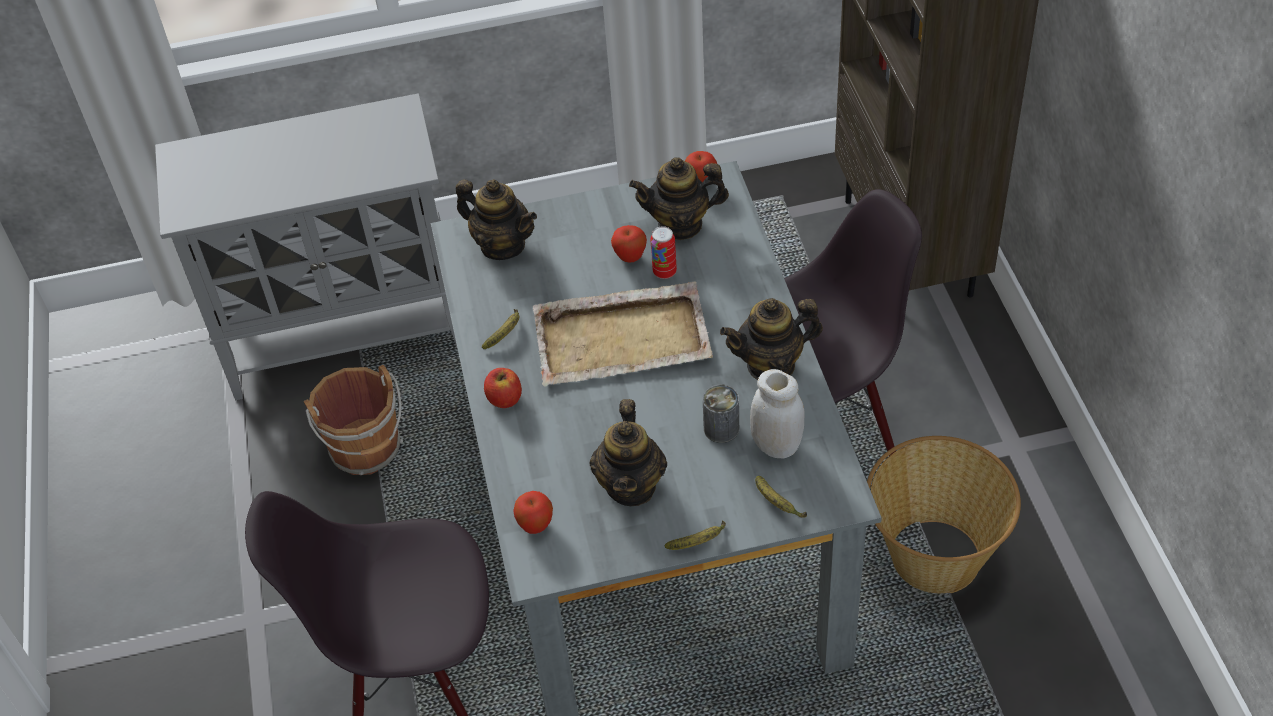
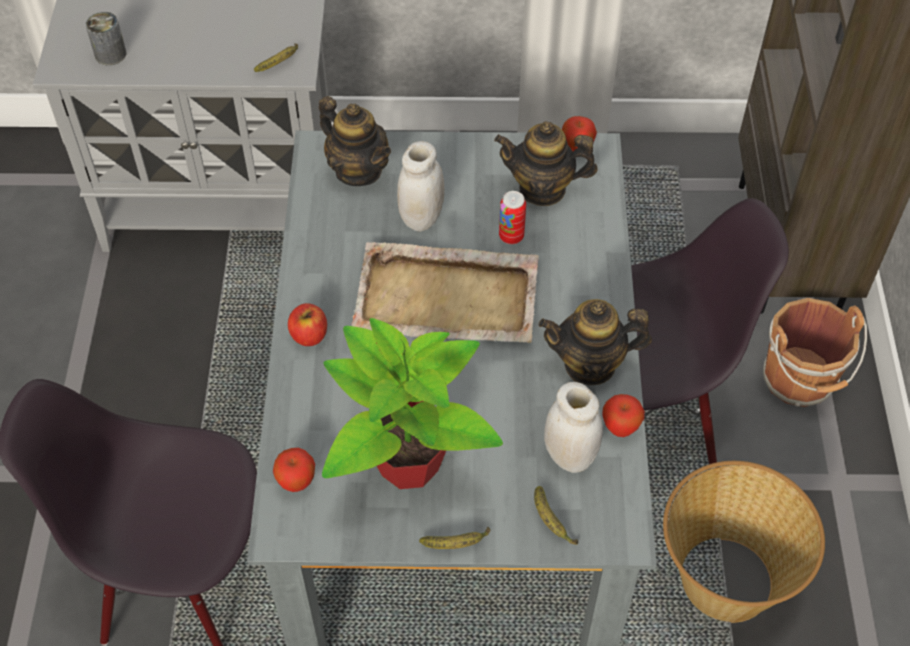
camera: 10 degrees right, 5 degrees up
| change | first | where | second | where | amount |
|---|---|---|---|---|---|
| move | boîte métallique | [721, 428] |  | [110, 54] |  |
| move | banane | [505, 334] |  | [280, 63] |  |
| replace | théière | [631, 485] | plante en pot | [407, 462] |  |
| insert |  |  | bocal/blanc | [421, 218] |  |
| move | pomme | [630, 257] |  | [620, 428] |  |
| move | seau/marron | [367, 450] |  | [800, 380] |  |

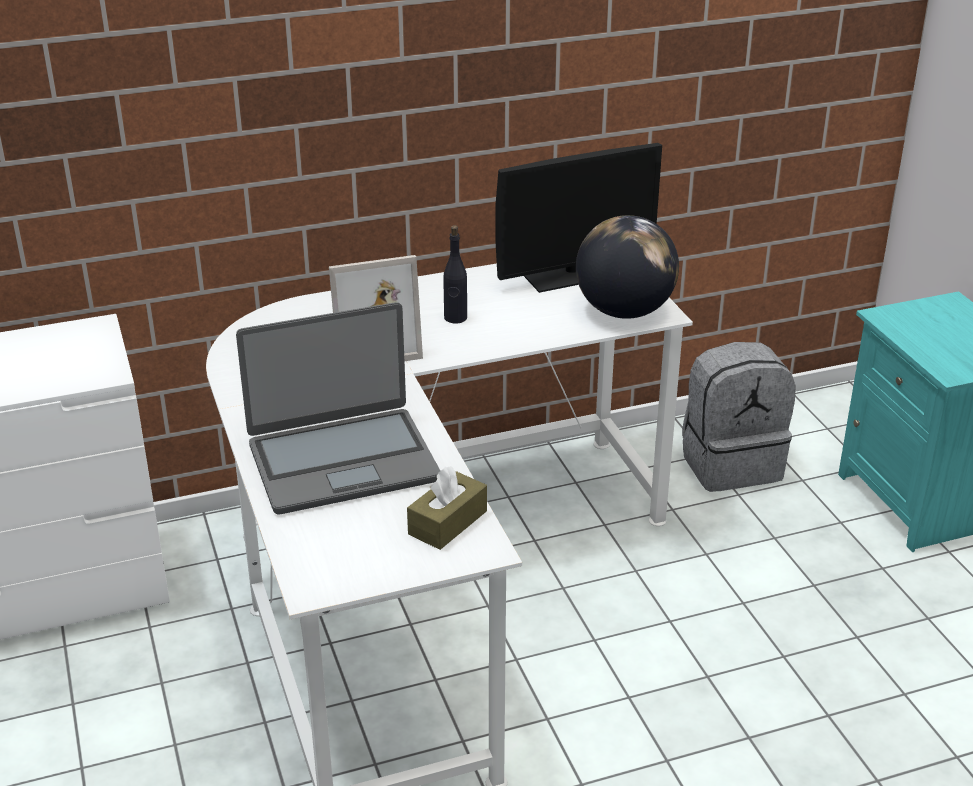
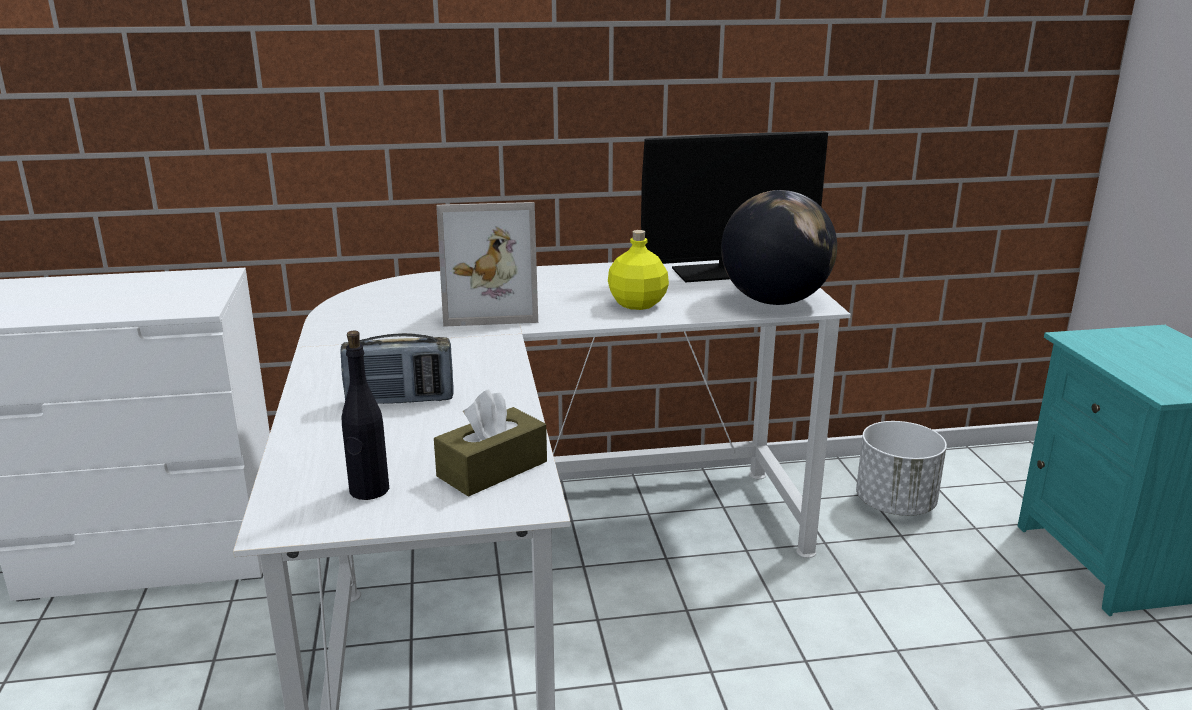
camera: 10 degrees right, 10 degrees down
| change | first | where | second | where | amount |
|---|---|---|---|---|---|
| replace | ordinateur portable | [342, 461] | radio | [400, 400] |  |
| move | bouteille/noir | [455, 318] |  | [369, 490] |  |
| insert |  |  | bouteille/jaune | [637, 303] |  |
| replace | sac à dos/gris | [730, 463] | cache-pot/blanc | [895, 504] |  |

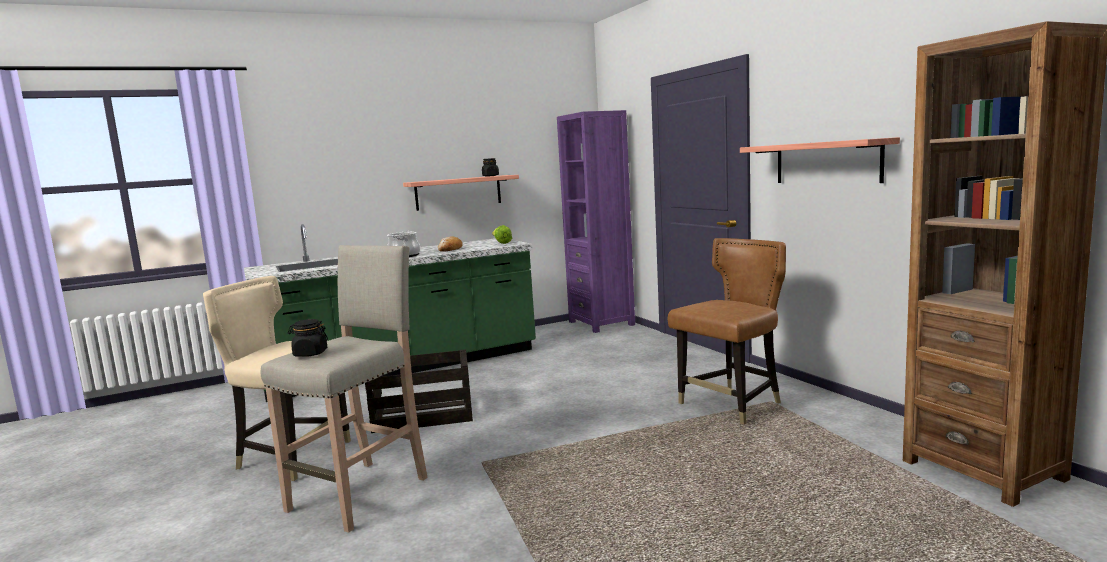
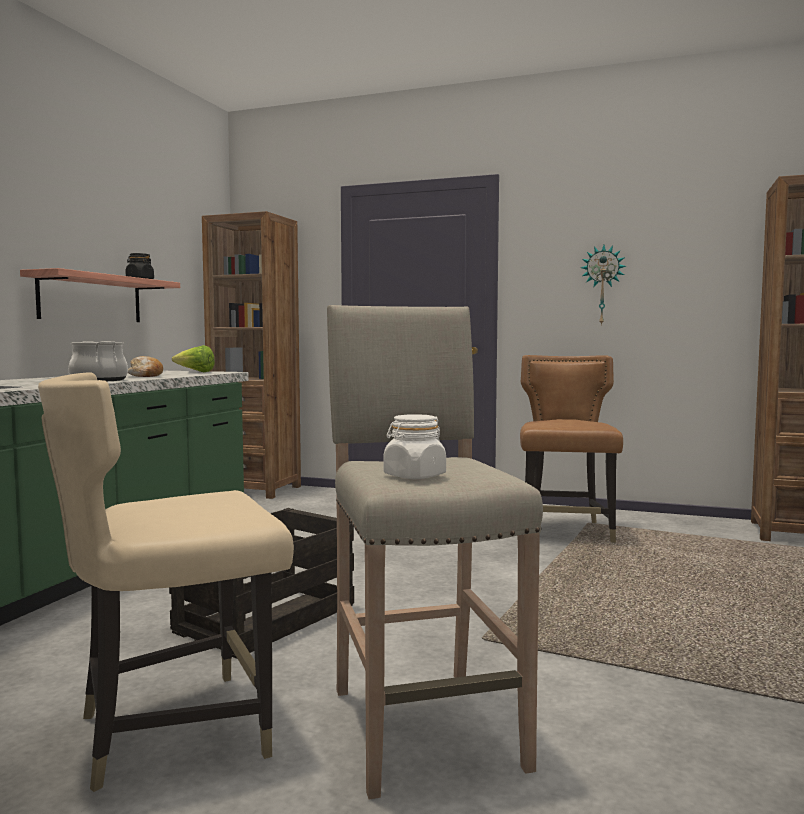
camera: 45 degrees left, 5 degrees down
| change | first | where | second | where | amount |
|---|---|---|---|---|---|
| recolor | bibliothèque/violet | [601, 323] | bibliothèque/marron | [256, 490] |  |
| recolor | bocal/noir | [310, 354] | bocal/blanc | [414, 476] |  |
| replace | étagère | [827, 162] | horloge murale | [602, 285] |  |

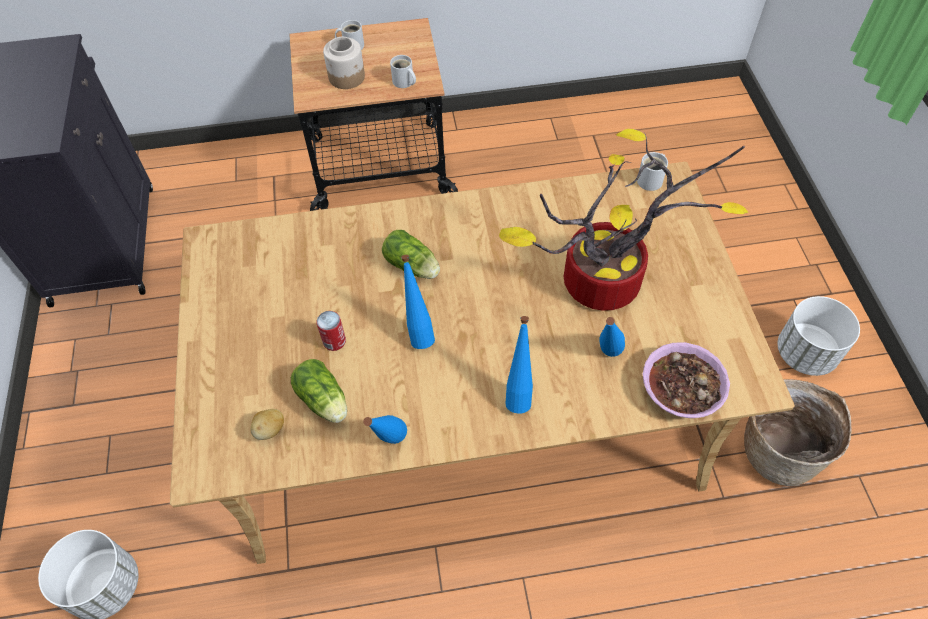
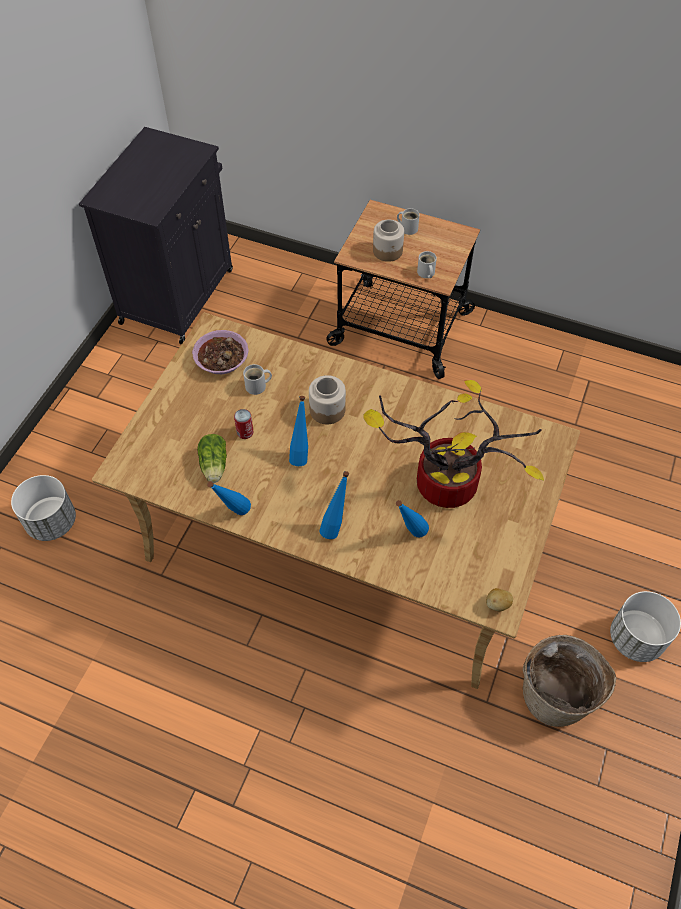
camera: 30 degrees right, 0 degrees up
| change | first | where | second | where | amount |
|---|---|---|---|---|---|
| move | bol | [682, 388] |  | [222, 359] |  |
| move | mug/blanc | [652, 180] |  | [258, 386] |  |
| replace | laitue | [413, 267] | bocal | [327, 409] |  |
| move | pomme de terre | [270, 430] |  | [497, 604] |  |

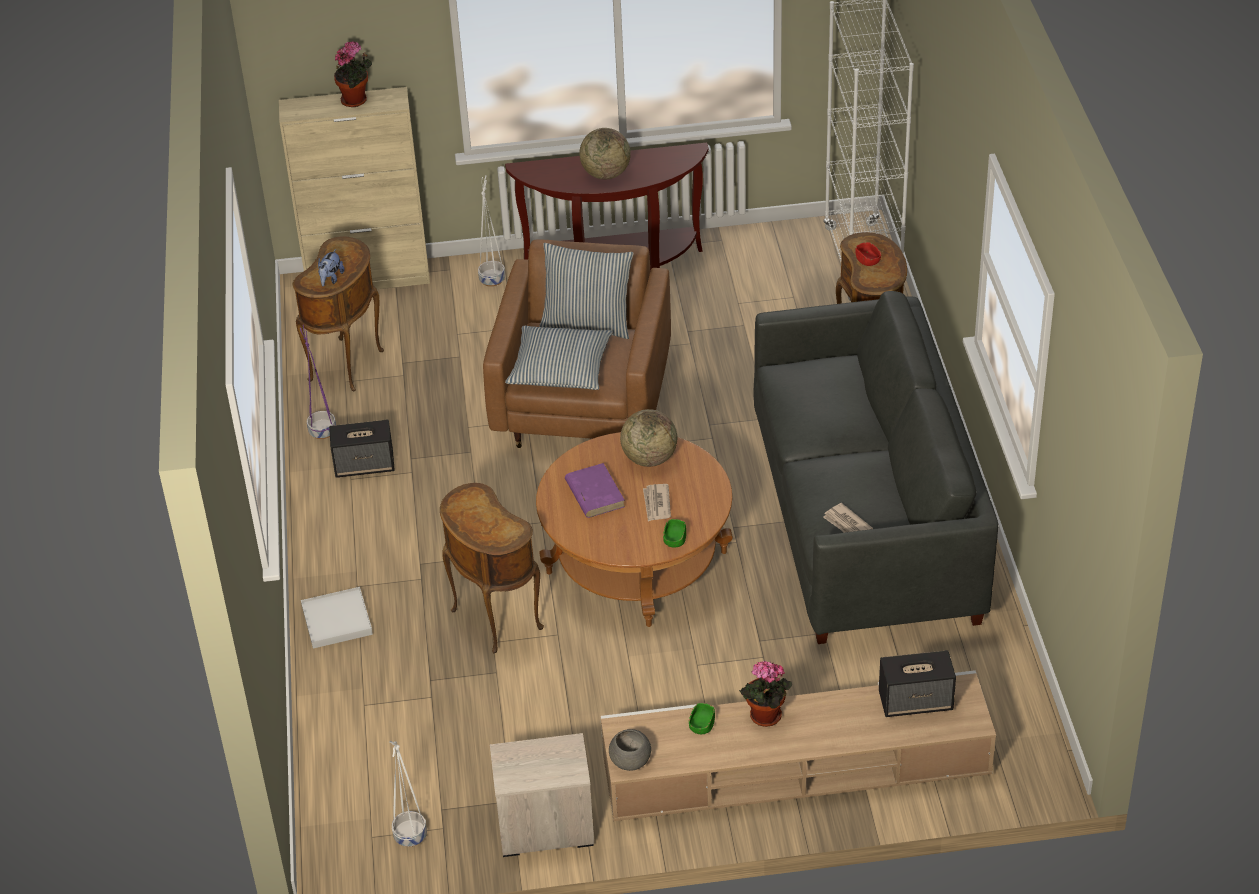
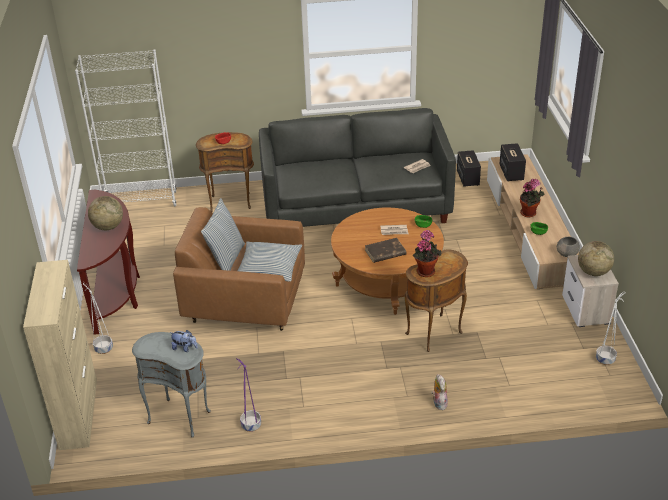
camera: 90 degrees left, 5 degrees down
| change | first | where | second | where | amount |
|---|---|---|---|---|---|
| recolor | table d'appoint/marron | [349, 366] | table d'appoint/gris | [180, 416] |  |
| recolor | livre/violet | [594, 493] | livre/marron | [385, 252] |  |
| move | plante en pot | [356, 100] |  | [425, 271] |  |
| replace | plateau/blanc | [337, 620] | peluche | [438, 403] |  |
| move | enceinte | [365, 465] |  | [467, 178] |  |
| move | globe | [649, 458] |  | [593, 272] |  |

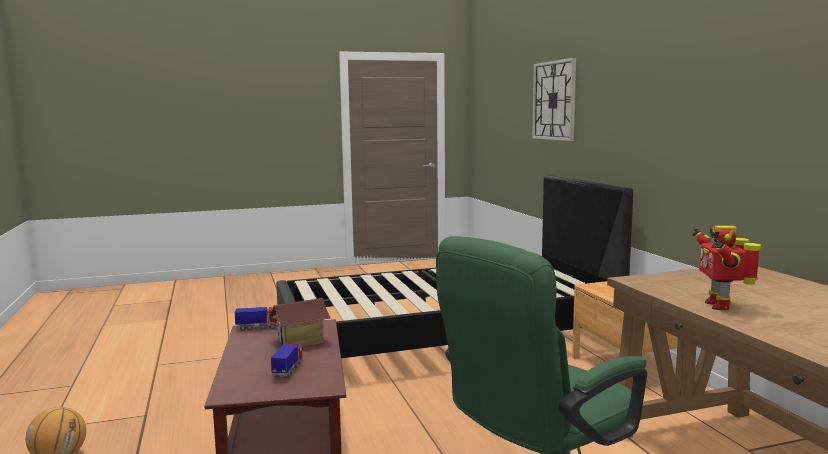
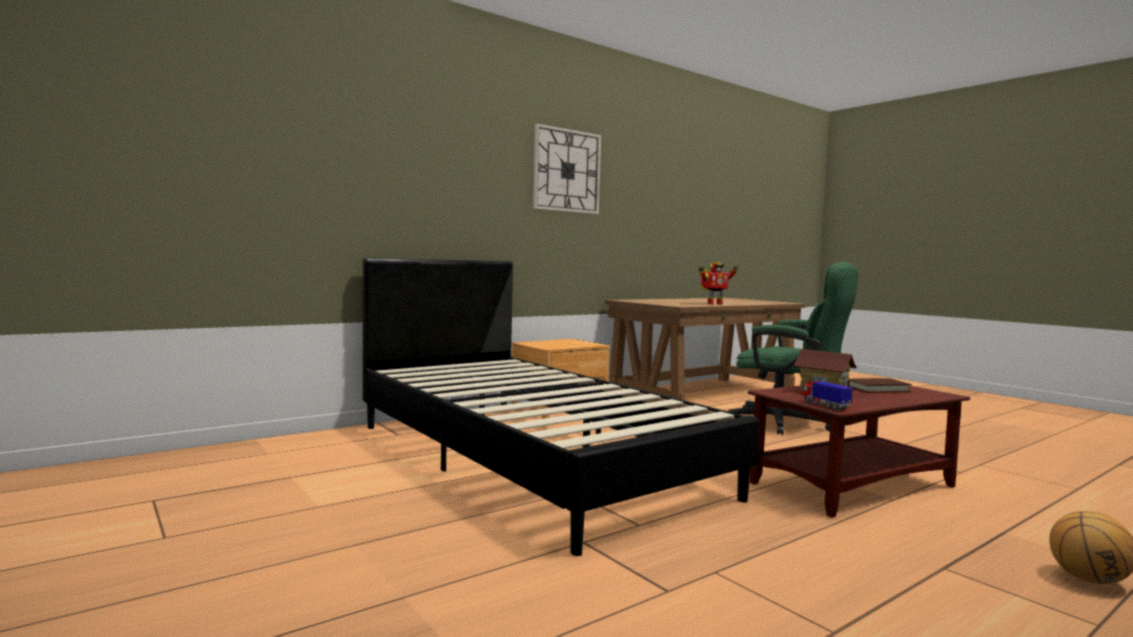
camera: 110 degrees left, 5 degrees down
| change | first | where | second | where | amount |
|---|---|---|---|---|---|
| move | horloge murale | [554, 100] |  | [566, 171] |  |
| replace | camion jouet | [288, 370] | livre/marron | [877, 389] |  |

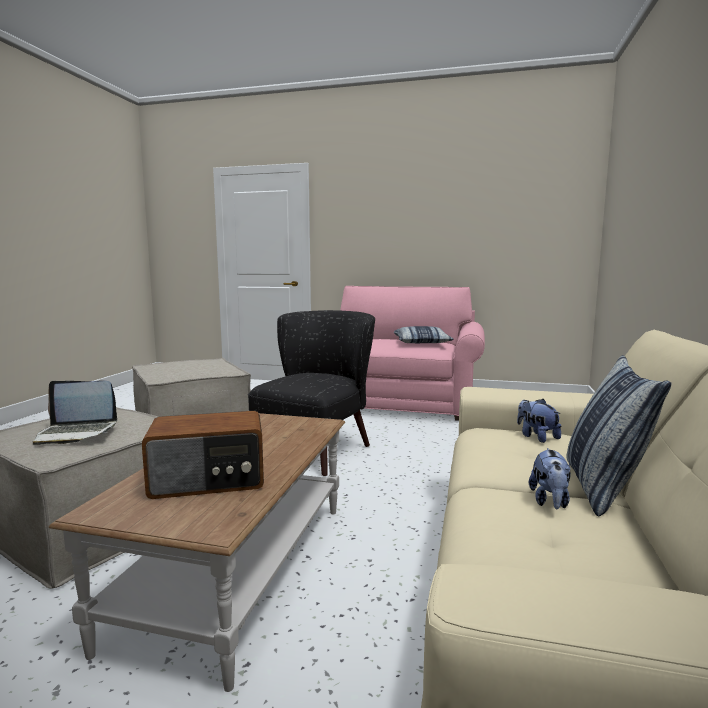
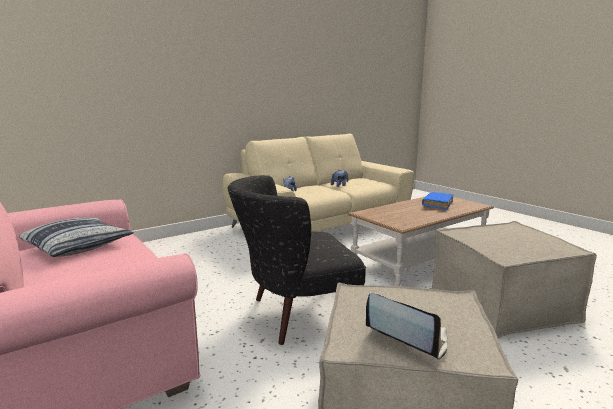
camera: 140 degrees left, 5 degrees up
| change | first | where | second | where | amount |
|---|---|---|---|---|---|
| move | ordinateur portable | [76, 433] |  | [407, 336] |  |
| replace | radio | [209, 480] | livre/bleu | [437, 204] |  |
| delete | coussin | [602, 488] |  |  |  |

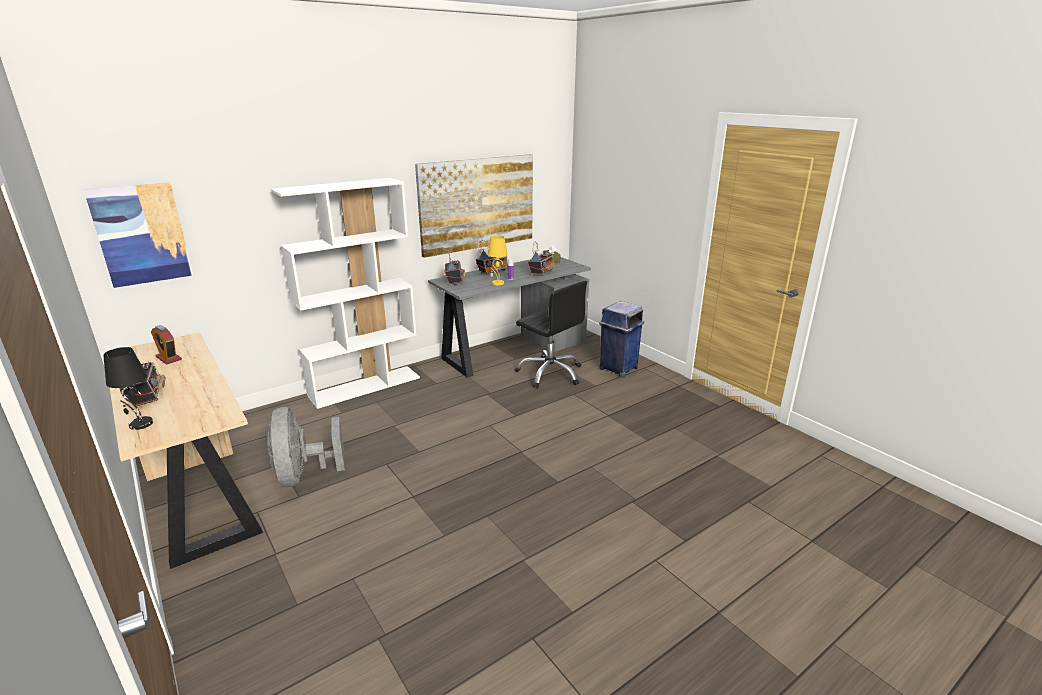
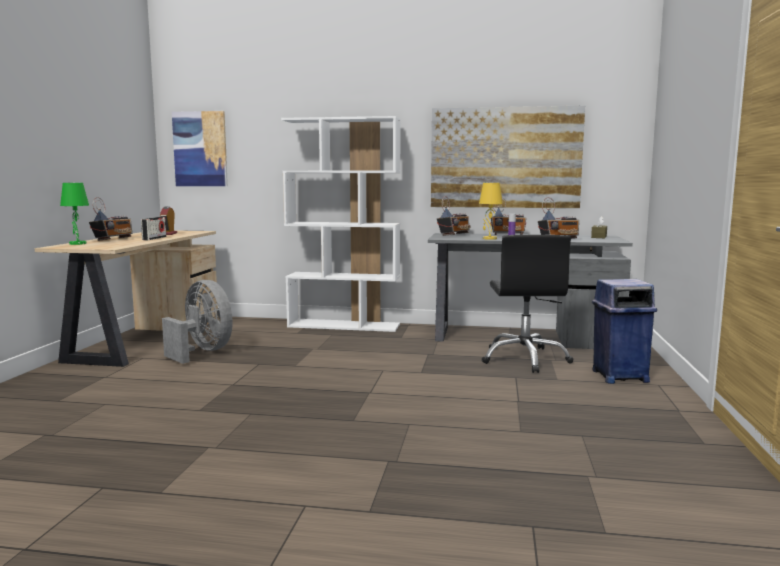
camera: 45 degrees right, 15 degrees down
| change | first | where | second | where | amount |
|---|---|---|---|---|---|
| recolor | lampe de table/noir | [140, 424] | lampe de table/vert | [77, 243] |  |
| insert |  |  | radio | [154, 238] |  |
| rotate | ventilateur/gris | [303, 475] |  | [202, 352] | 105 degrees clockwise |

